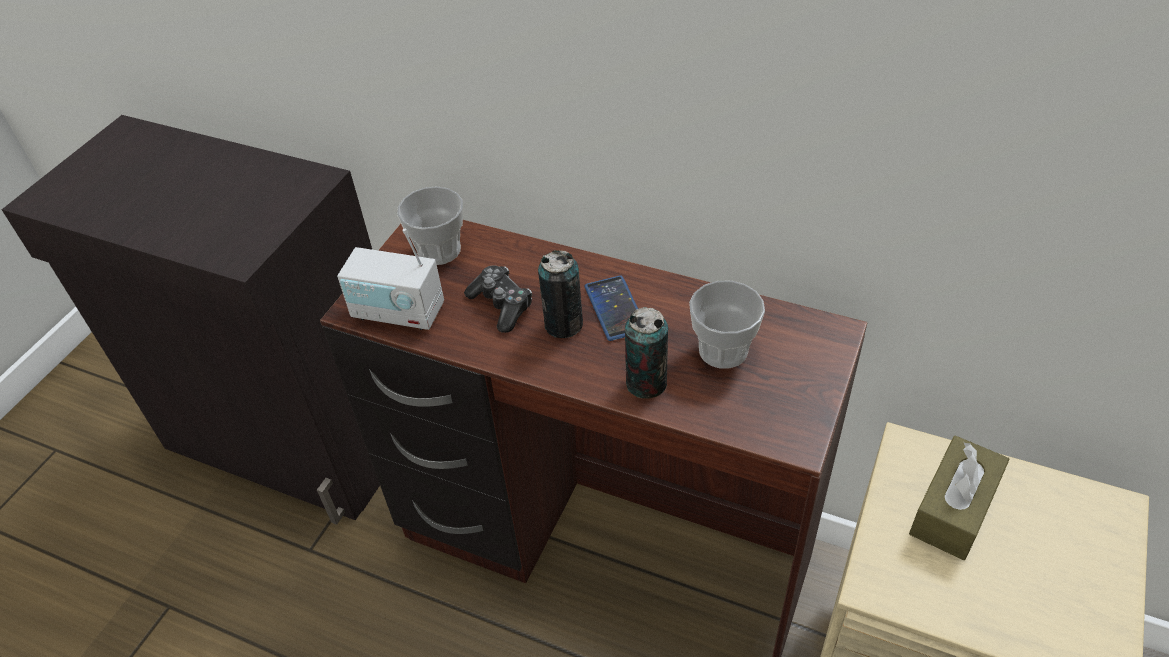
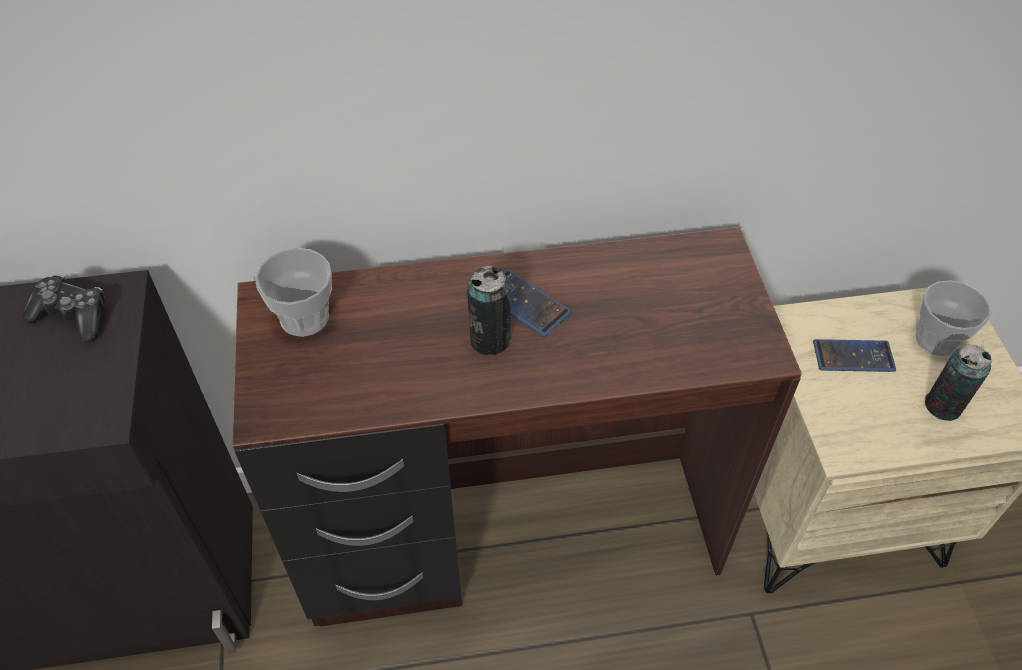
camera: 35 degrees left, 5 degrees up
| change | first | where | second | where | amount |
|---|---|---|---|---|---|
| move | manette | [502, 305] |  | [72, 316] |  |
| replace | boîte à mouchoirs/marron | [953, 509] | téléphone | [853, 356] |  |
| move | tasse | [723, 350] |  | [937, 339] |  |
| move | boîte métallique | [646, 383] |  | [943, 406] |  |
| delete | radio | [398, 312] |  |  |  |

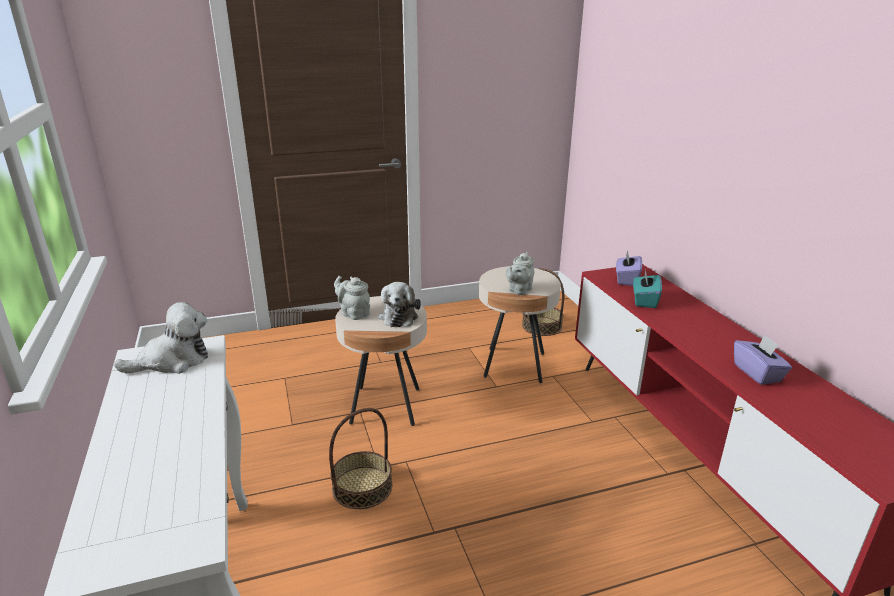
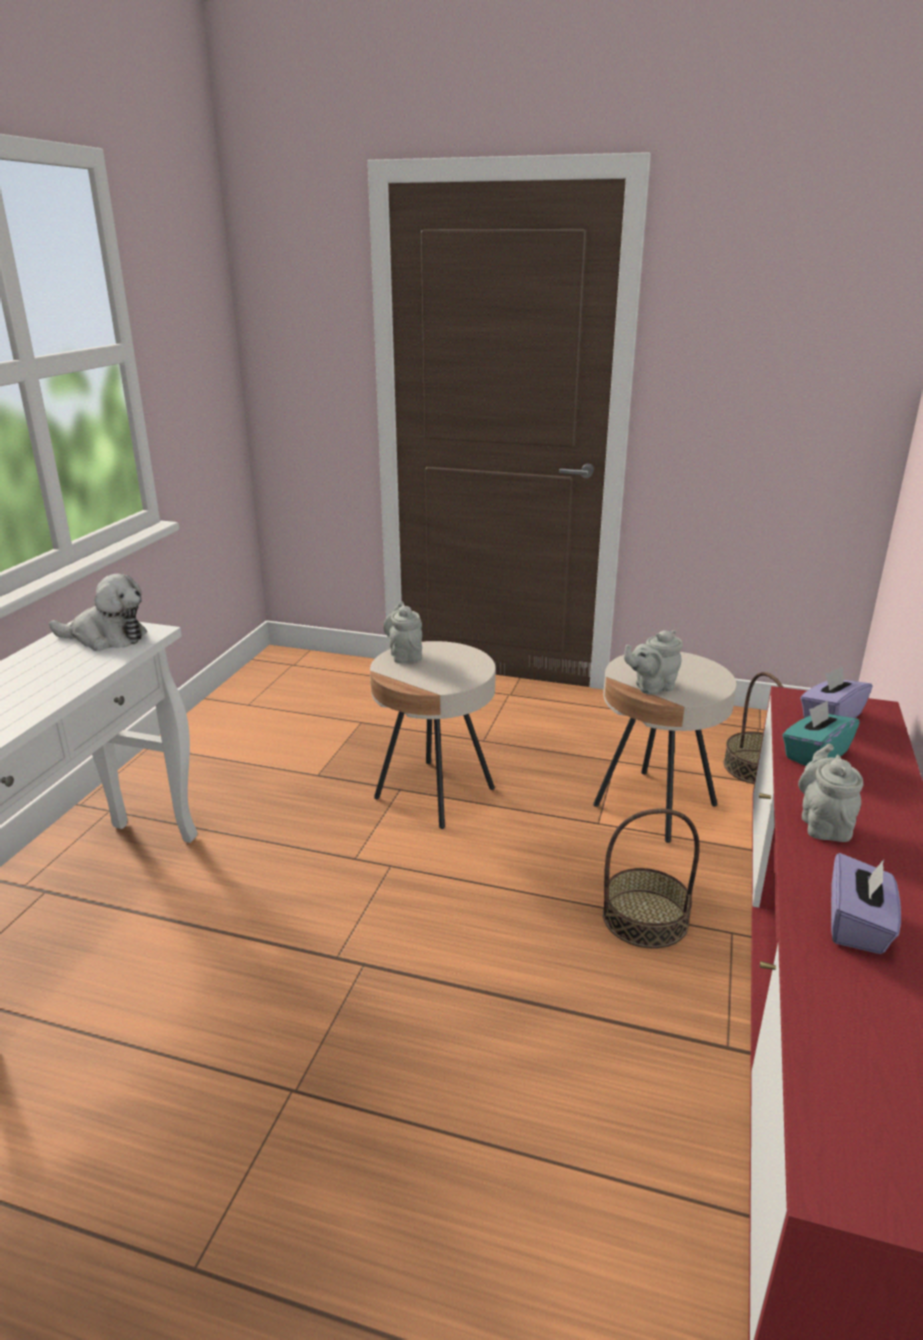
camera: 35 degrees right, 0 degrees up
| change | first | where | second | where | amount |
|---|---|---|---|---|---|
| move | panier | [362, 487] |  | [645, 918] |  |
| insert |  |  | théière/gris | [823, 824] |  |
| delete | peluche | [399, 316] |  |  |  |

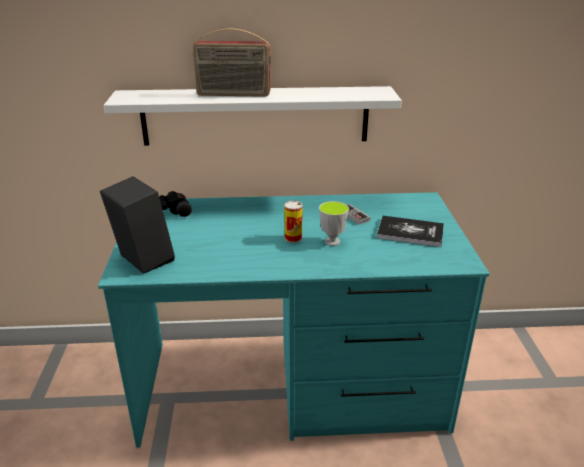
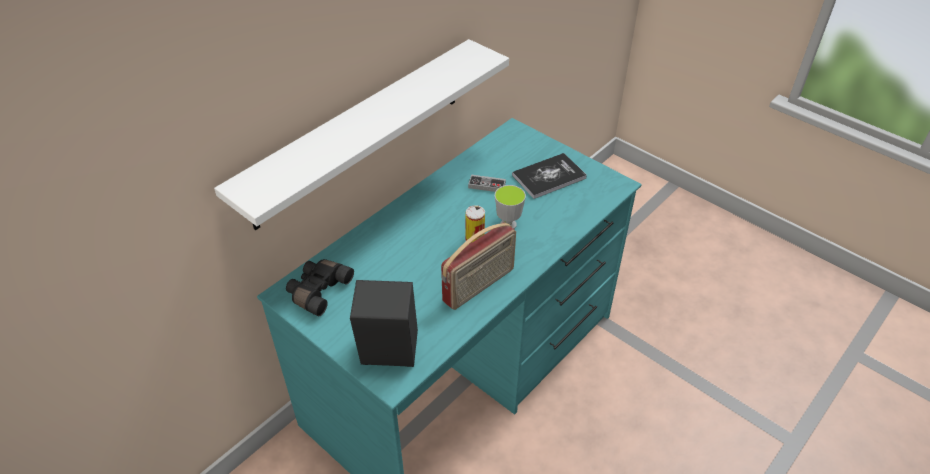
camera: 45 degrees left, 15 degrees up
| change | first | where | second | where | amount |
|---|---|---|---|---|---|
| move | radio | [233, 94] |  | [479, 286] |  |

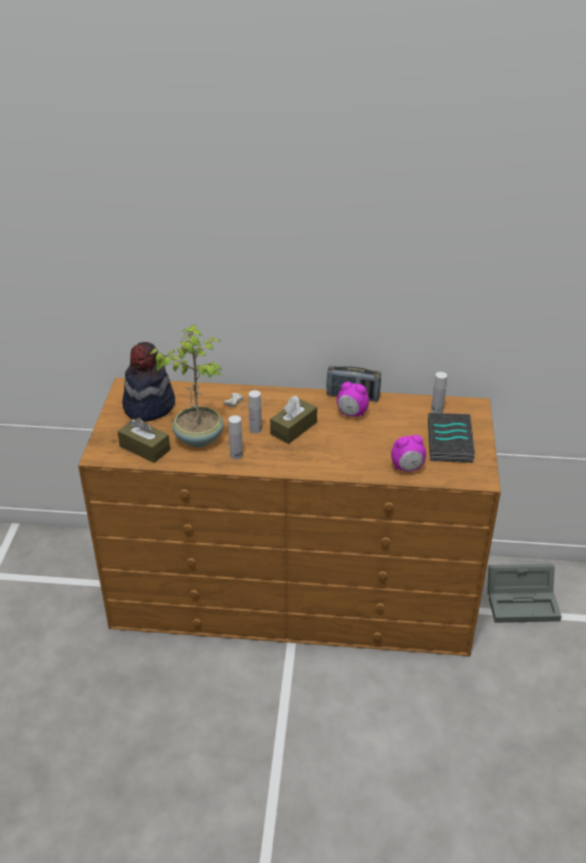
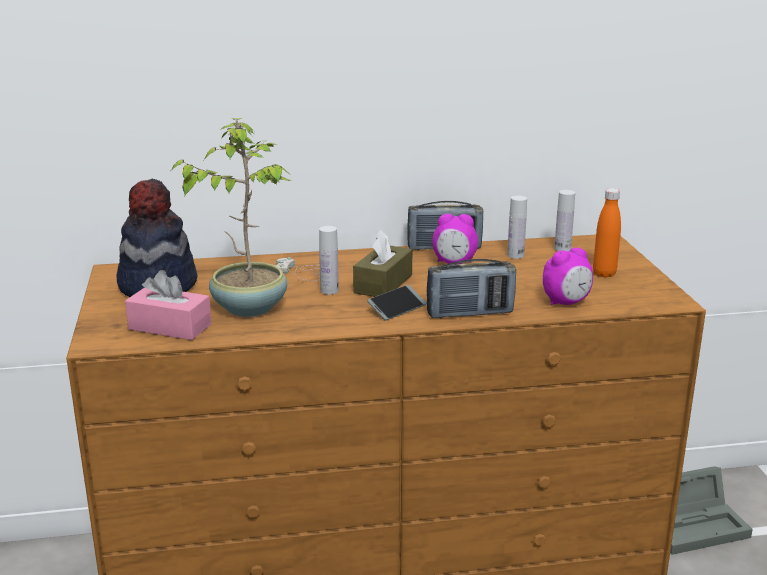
camera: 15 degrees left, 15 degrees down
| change | first | where | second | where | amount |
|---|---|---|---|---|---|
| recolor | boîte à mouchoirs/marron | [144, 448] | boîte à mouchoirs/rose | [170, 327] |  |
| insert |  |  | téléphone | [397, 308] |  |
| insert |  |  | radio | [470, 313] |  |
| move | bouteille/blanc | [236, 455] |  | [515, 255] |  |
| replace | livre | [451, 442] | bouteille/orange | [604, 274] |  |

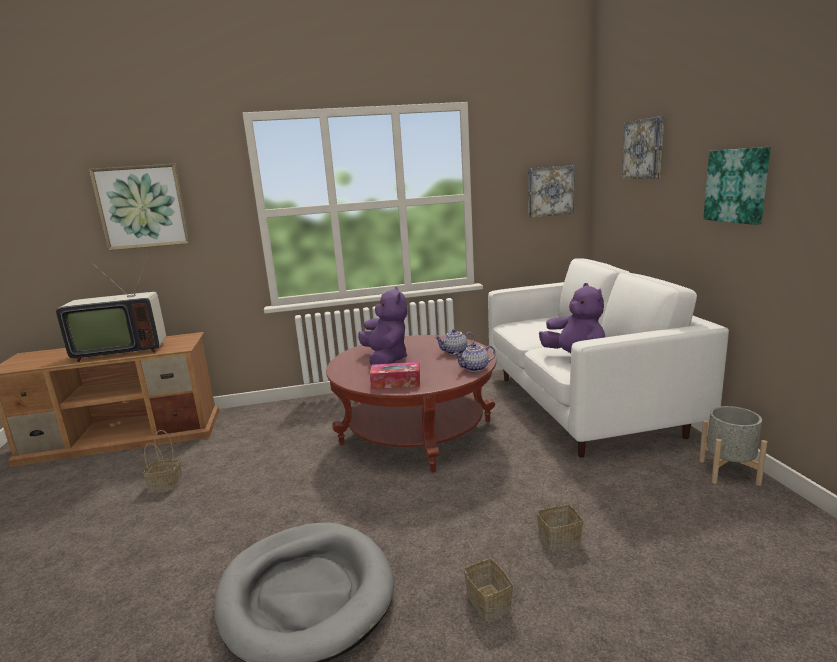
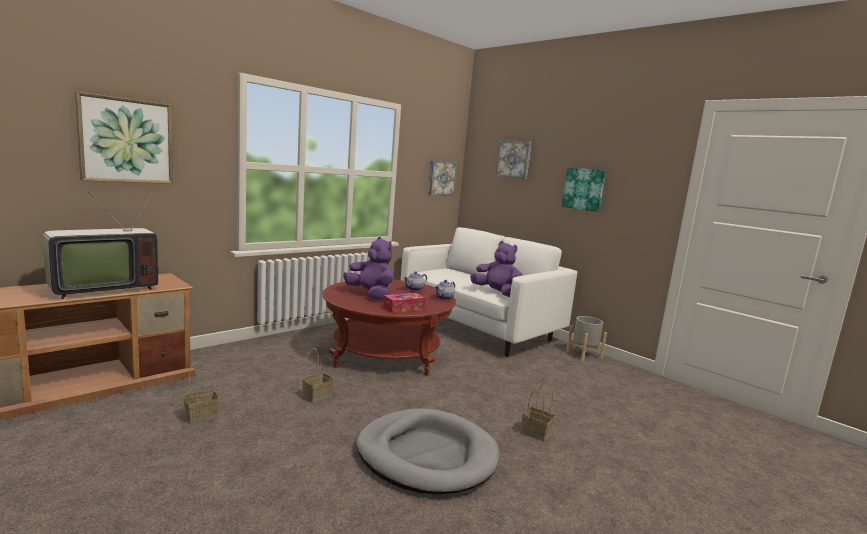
camera: 35 degrees left, 5 degrees down
| change | first | where | second | where | amount |
|---|---|---|---|---|---|
| move | panier | [558, 539] |  | [317, 396] |  |

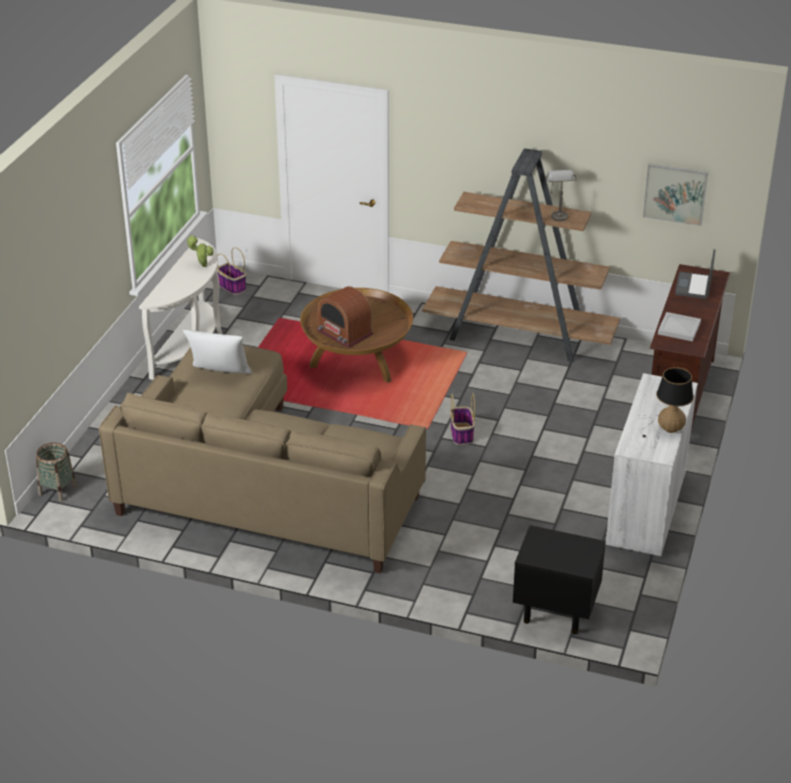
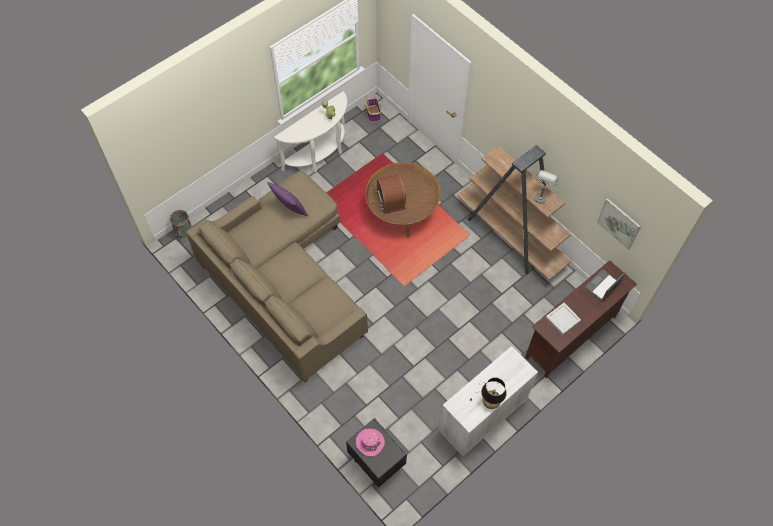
camera: 30 degrees right, 25 degrees up
| change | first | where | second | where | amount |
|---|---|---|---|---|---|
| recolor | coussin/blanc | [219, 375] | coussin/violet | [289, 209] |  |
| insert |  |  | chapeau/rose | [370, 442] |  |
| delete | panier | [462, 434] |  |  |  |

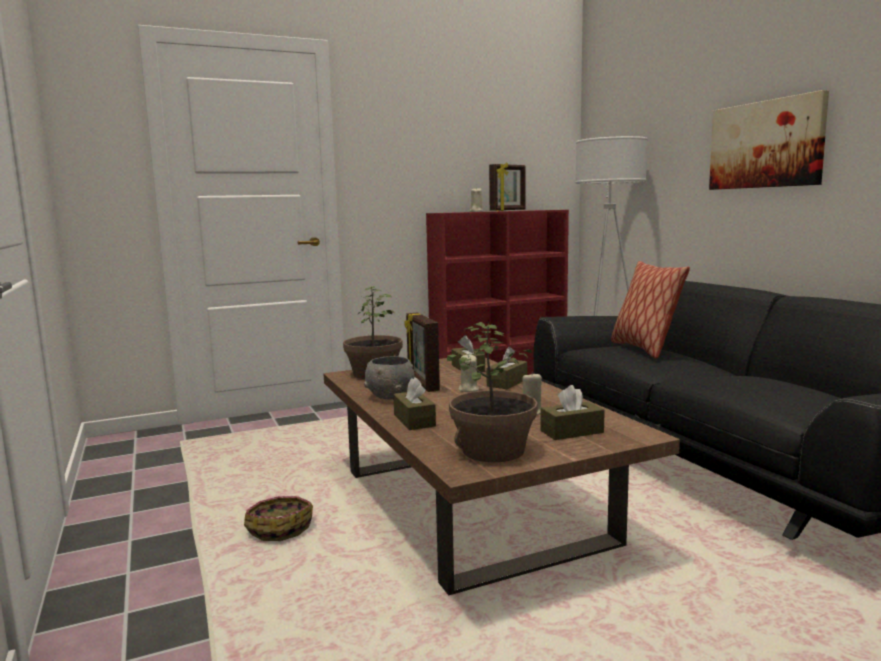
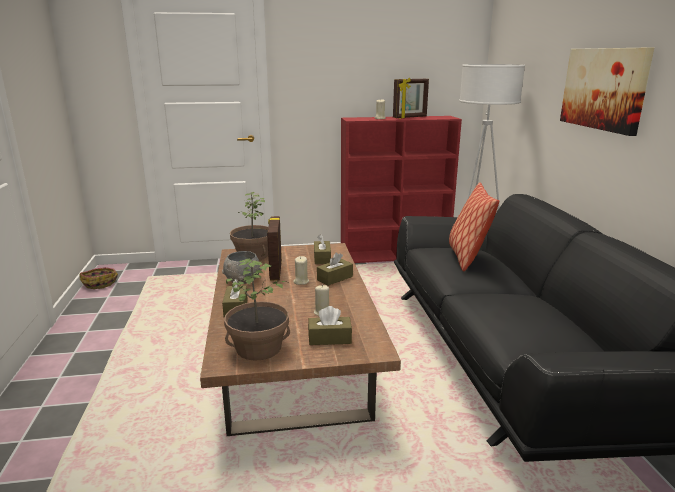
camera: 15 degrees right, 10 degrees up
| change | first | where | second | where | amount |
|---|---|---|---|---|---|
| move | panier | [280, 528] |  | [100, 283] |  |

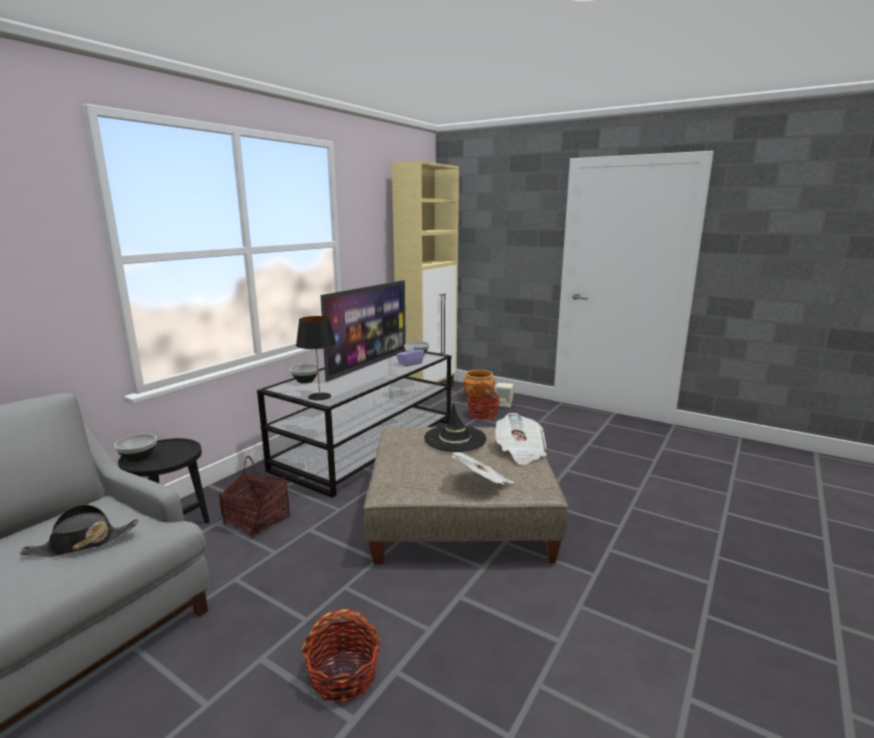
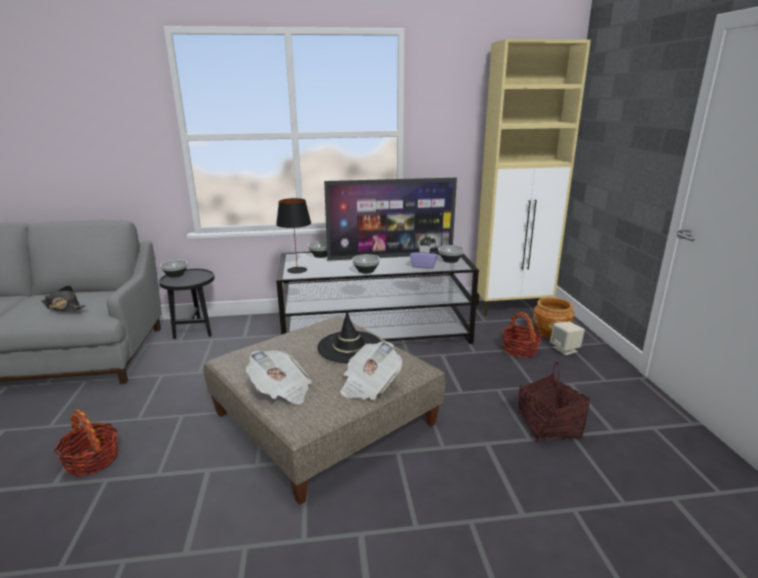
camera: 50 degrees right, 5 degrees up
| change | first | where | second | where | amount |
|---|---|---|---|---|---|
| insert |  |  | bol | [365, 271] |  |
| move | panier | [257, 521] |  | [548, 426] |  |

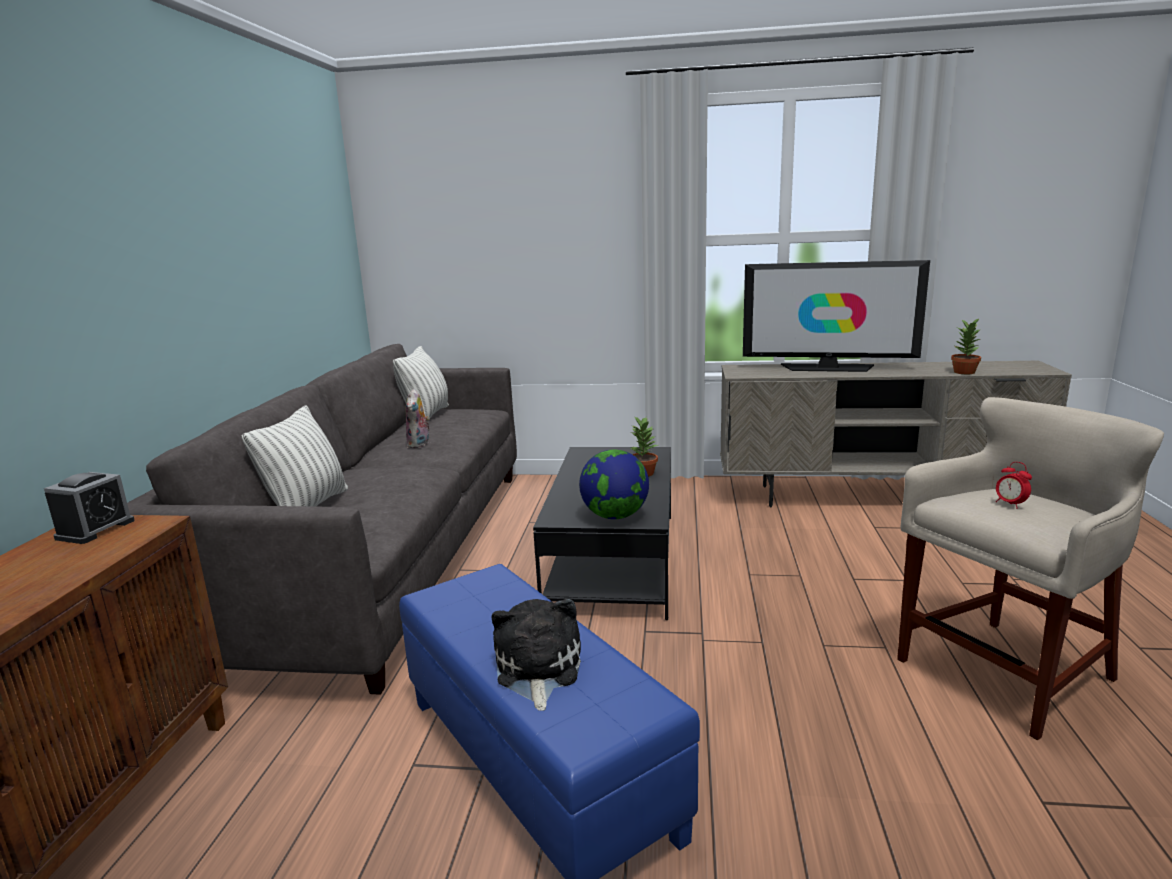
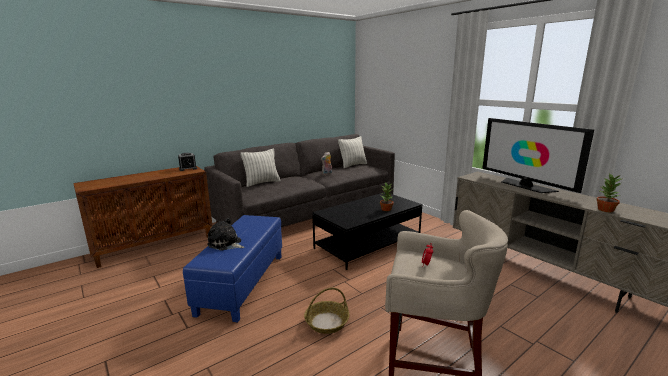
camera: 45 degrees right, 0 degrees up
| change | first | where | second | where | amount |
|---|---|---|---|---|---|
| rotate | peluche | [537, 670] |  | [226, 244] | 105 degrees counterclockwise |
| insert |  |  | panier | [326, 322] |  |
| delete | globe | [615, 516] |  |  |  |

